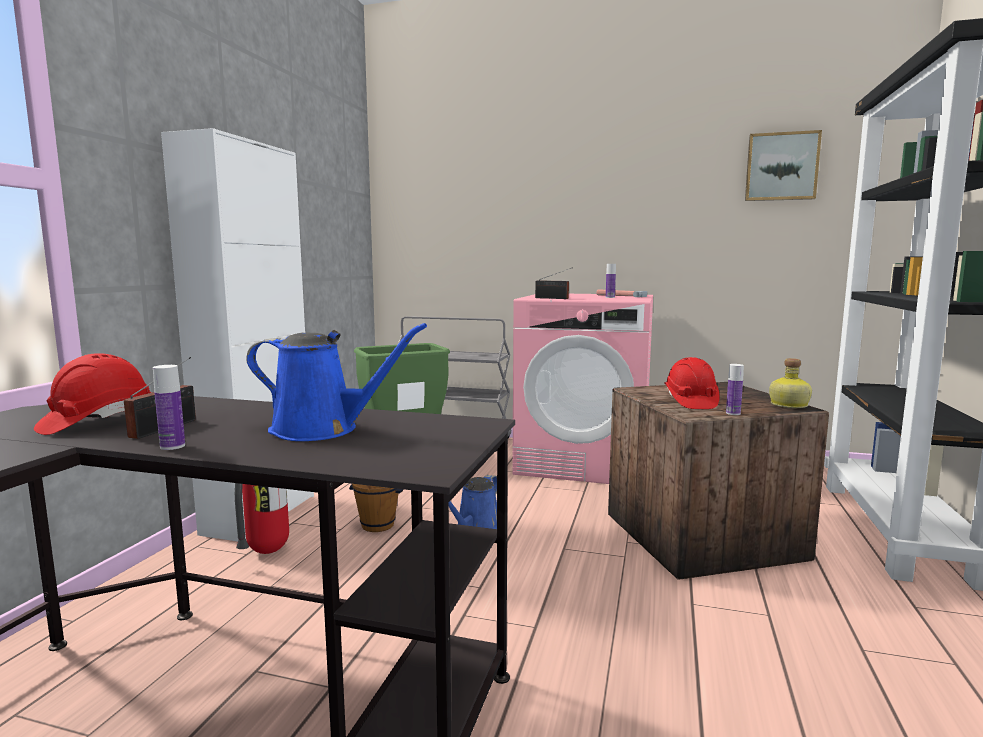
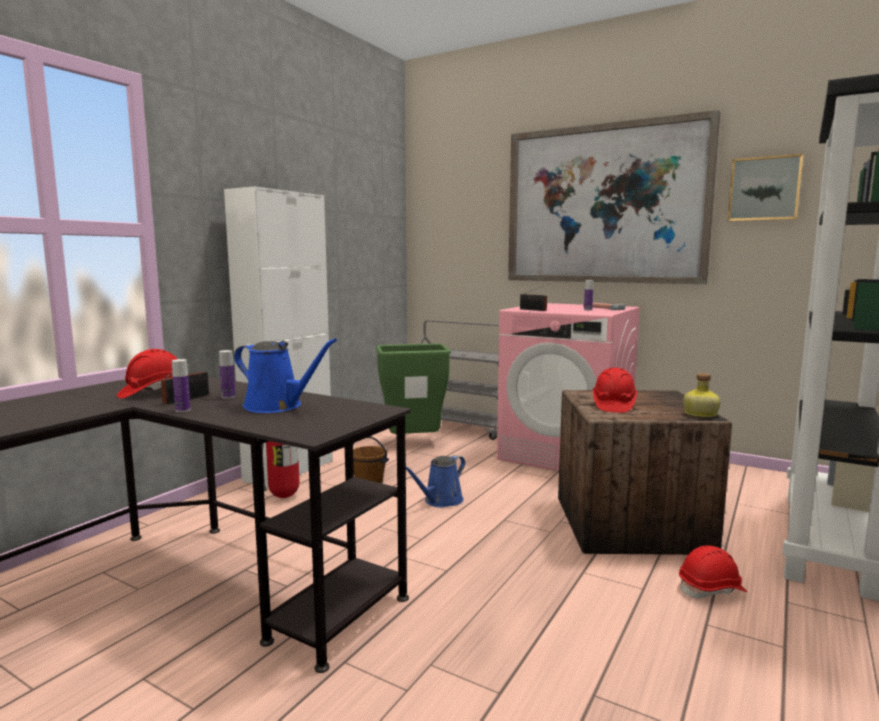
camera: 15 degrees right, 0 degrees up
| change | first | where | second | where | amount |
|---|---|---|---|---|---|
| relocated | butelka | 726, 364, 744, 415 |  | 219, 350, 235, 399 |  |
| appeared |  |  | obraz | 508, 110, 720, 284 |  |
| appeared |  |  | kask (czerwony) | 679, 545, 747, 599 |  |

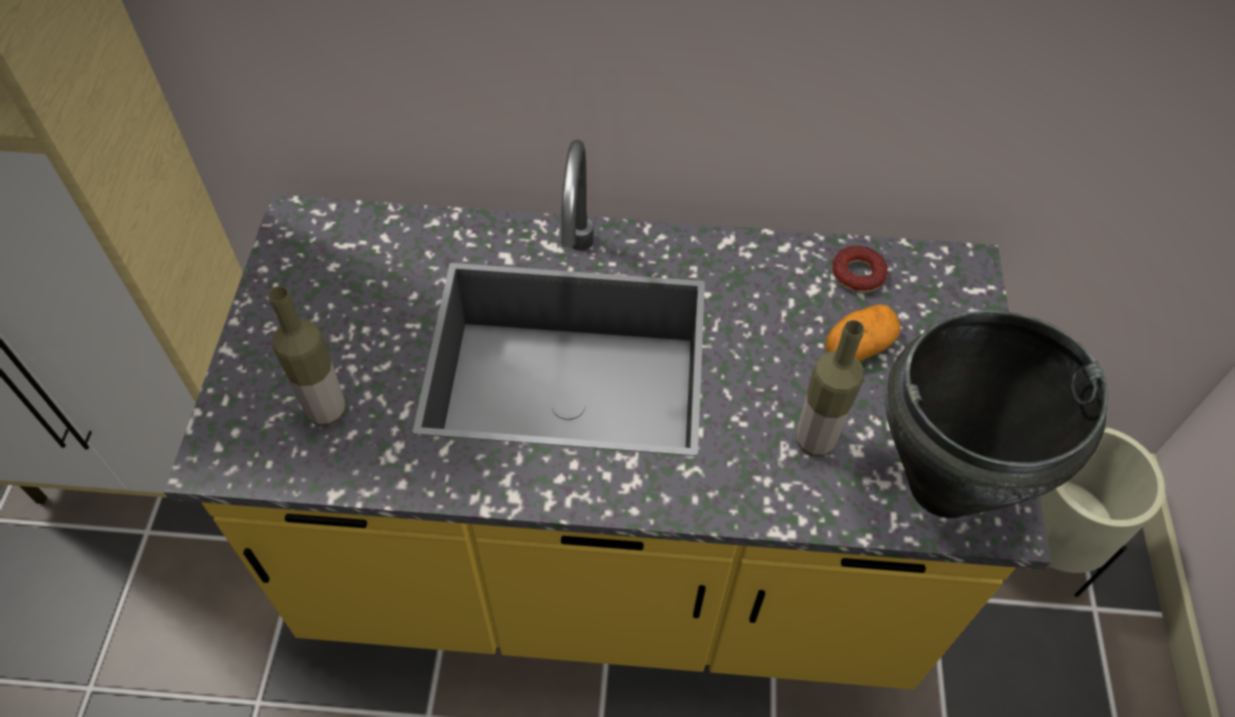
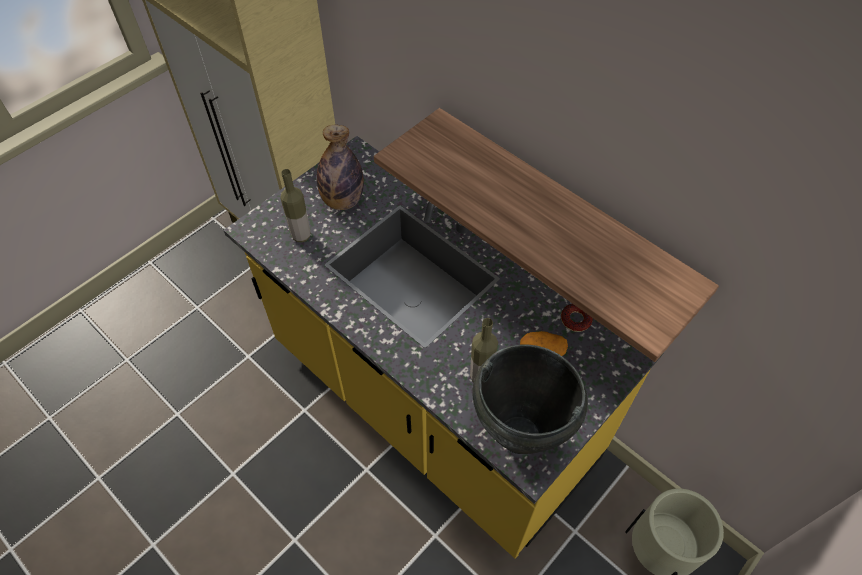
camera: 40 degrees right, 0 degrees up
| change | first | where | second | where | amount |
|---|---|---|---|---|---|
| appeared |  |  | półka | 374, 108, 719, 362 |  |
| appeared |  |  | butelka | 317, 125, 364, 210 |  |

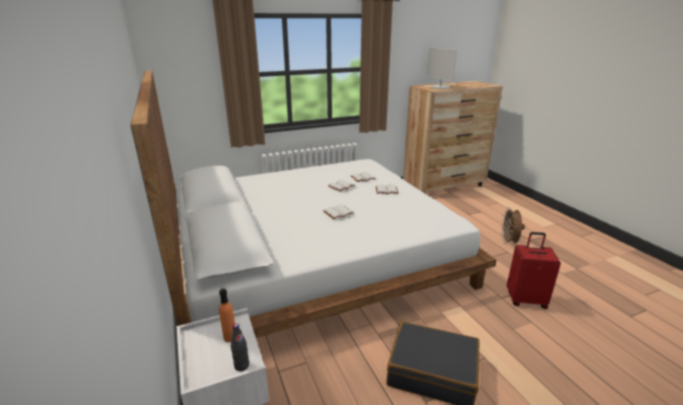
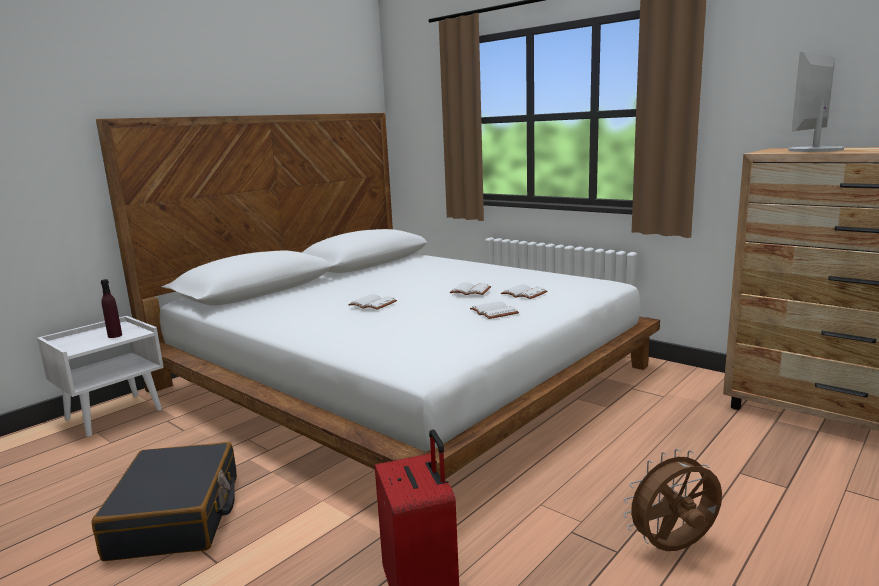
camera: 65 degrees right, 10 degrees down
| change | first | where | second | where | amount |
|---|---|---|---|---|---|
| colour | butelka (pomarańczowy) | 219, 289, 235, 342 | butelka (fioletowy) | 101, 279, 122, 338 |  |
| missing | butelka (czarny) | 231, 323, 249, 371 |  |  |  |

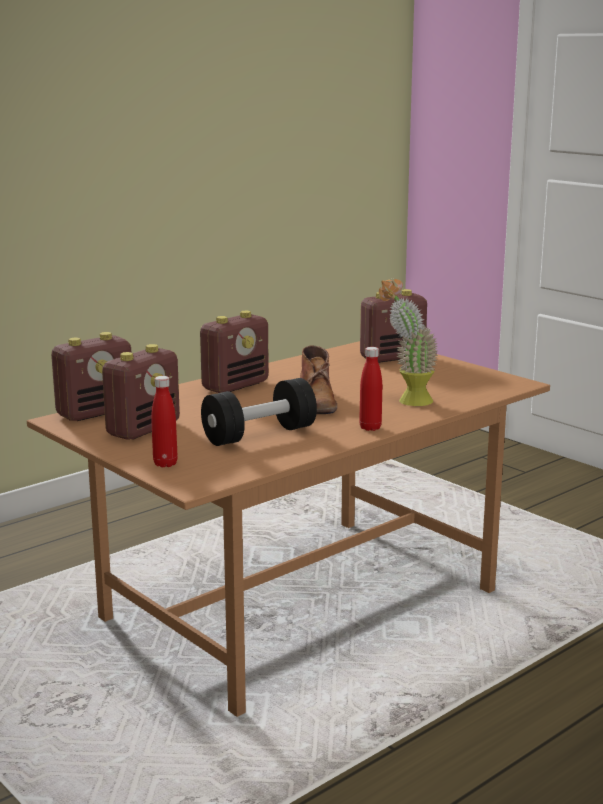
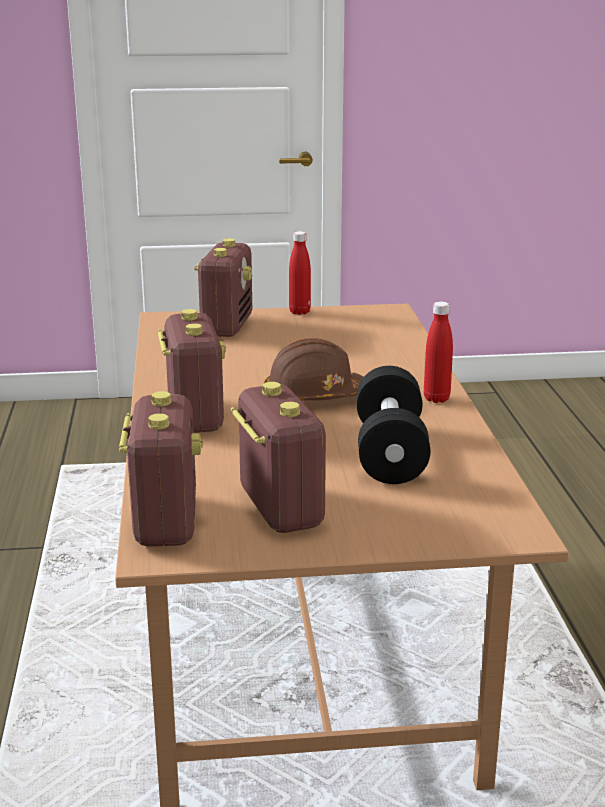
camera: 55 degrees left, 5 degrees up
| change | first | where | second | where | amount |
|---|---|---|---|---|---|
| missing | roślina doniczkowa | 379, 278, 438, 406 |  |  |  |
| exchanged | but z cholewką (brązowy) | 300, 345, 337, 414 | kask (brązowy) | 264, 338, 363, 401 |  |
| relocated | butelka (czerwony) | 151, 376, 178, 467 |  | 289, 231, 311, 315 |  |

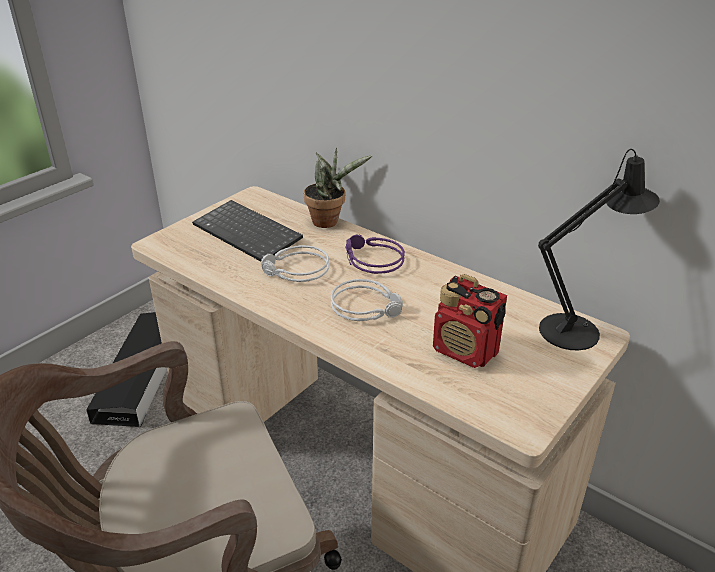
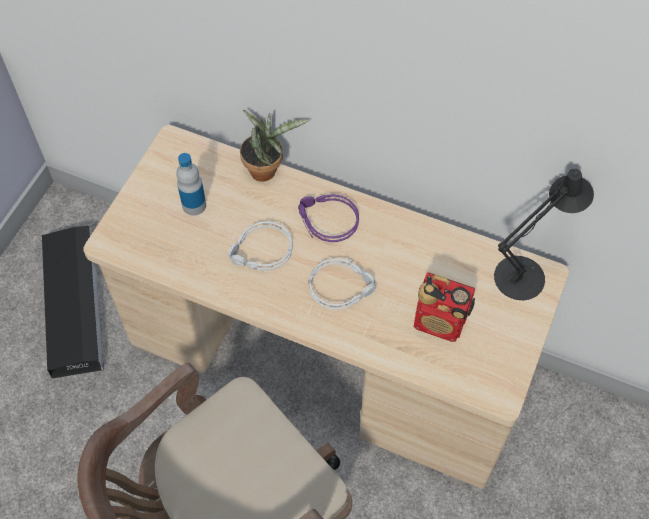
camera: 15 degrees left, 25 degrees up
| change | first | where | second | where | amount |
|---|---|---|---|---|---|
| exchanged | klawiatura | 192, 200, 303, 261 | butelka | 176, 153, 206, 216 |  |

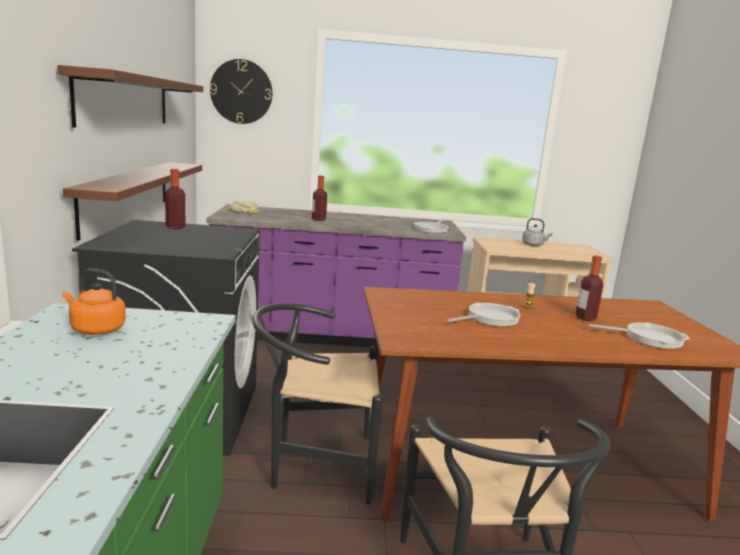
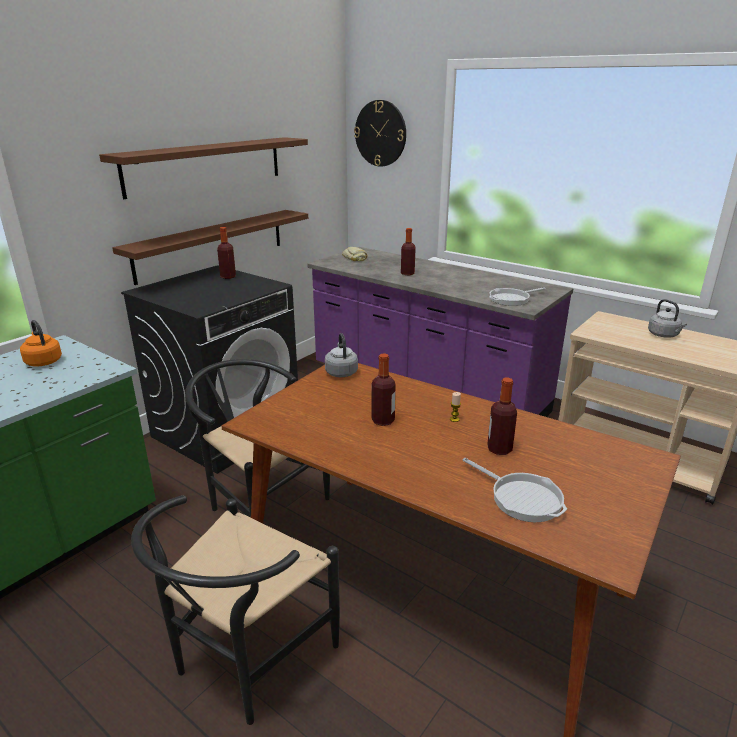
camera: 40 degrees right, 10 degrees up
| change | first | where | second | where | amount |
|---|---|---|---|---|---|
| exchanged | patelnia | 446, 303, 520, 327 | butelka | 372, 353, 396, 426 |  |
| appeared |  |  | czajnik (szary) | 325, 333, 358, 377 |  |

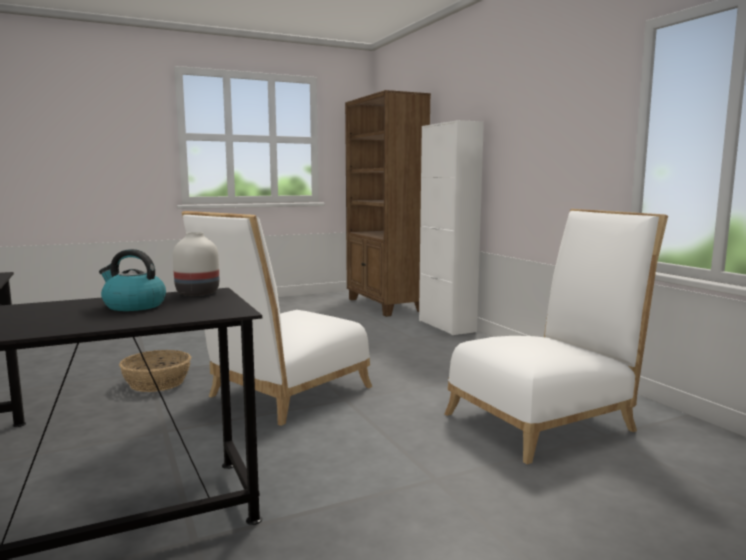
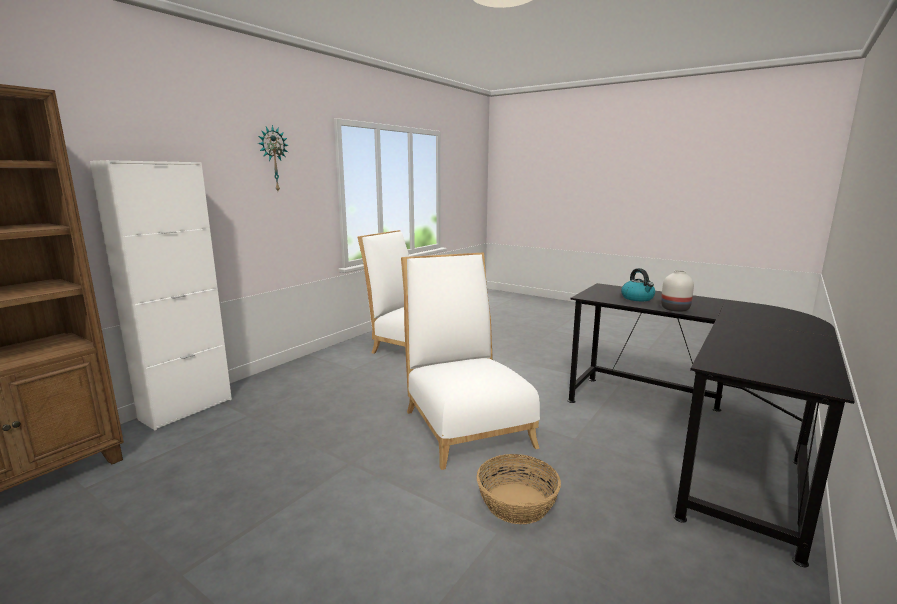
camera: 120 degrees left, 5 degrees up
| change | first | where | second | where | amount |
|---|---|---|---|---|---|
| spun | krzesło (biały) | 182, 211, 372, 426 |  | 401, 252, 540, 470 | 120 degrees counterclockwise |
| relocated | wazon (biały) | 173, 232, 219, 296 |  | 661, 270, 694, 312 |  |
| appeared |  |  | zegar ścienny | 258, 125, 288, 191 |  |

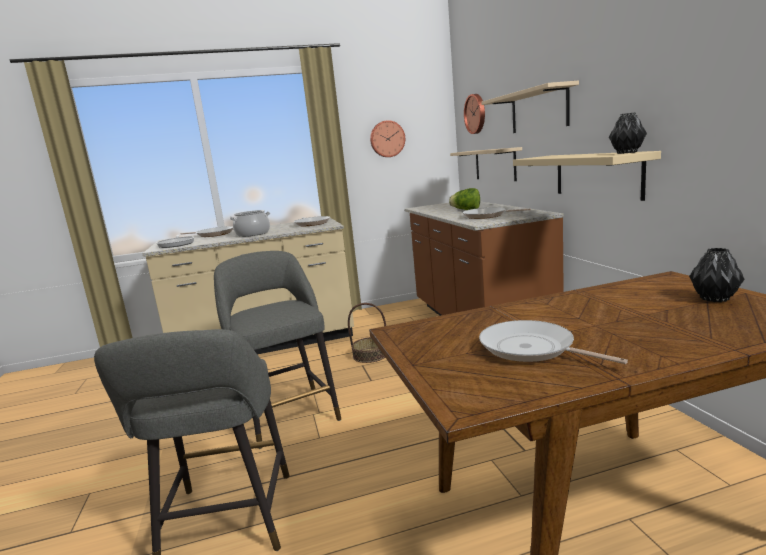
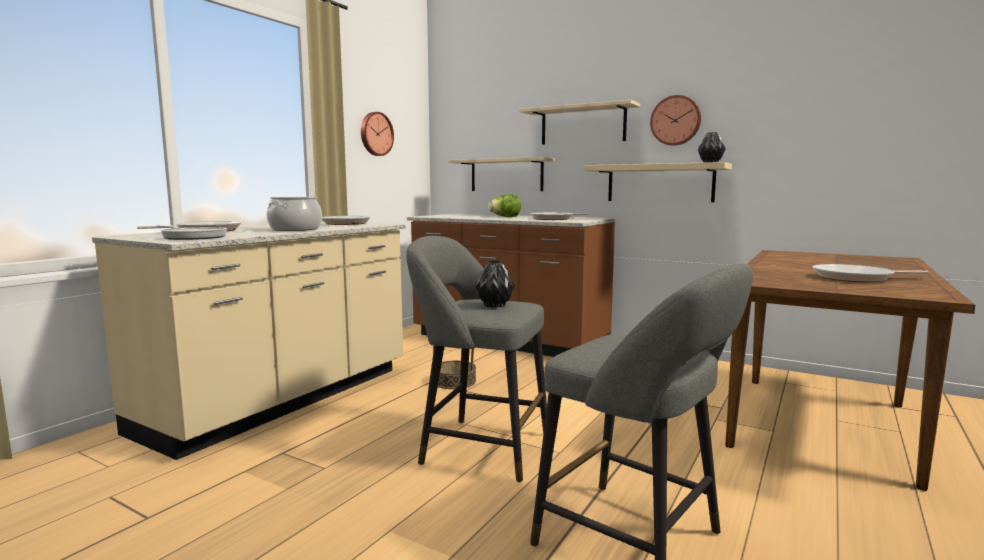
camera: 45 degrees left, 5 degrees down
| change | first | where | second | where | amount |
|---|---|---|---|---|---|
| relocated | zegar ścienny | 464, 94, 485, 134 |  | 650, 95, 701, 146 |  |
| relocated | wazon (czarny) | 689, 248, 745, 302 |  | 476, 261, 515, 308 |  |

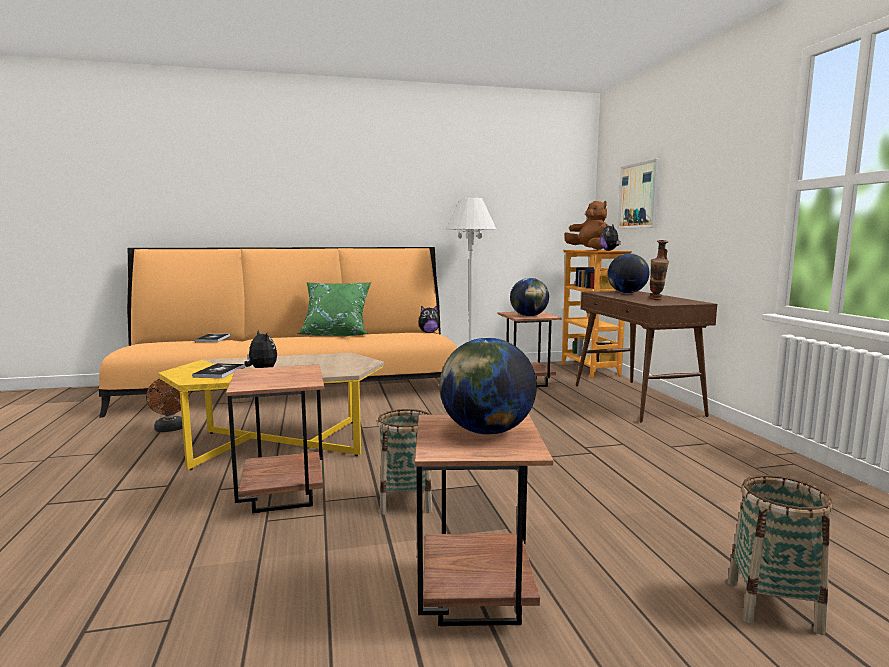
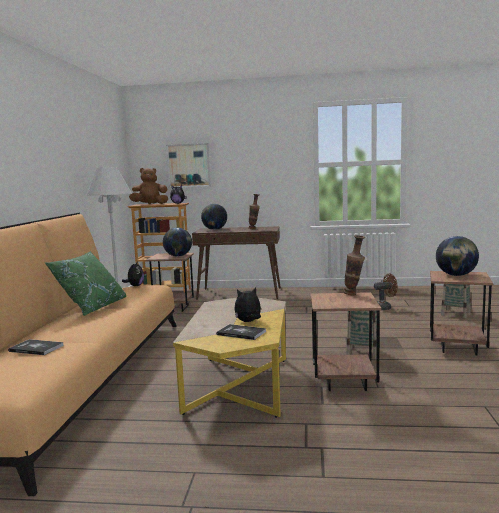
camera: 70 degrees left, 0 degrees up
| change | first | where | second | where | amount |
|---|---|---|---|---|---|
| relocated | wentylator (brązowy) | 146, 379, 190, 432 |  | 374, 274, 398, 310 |  |
| appeared |  |  | wazon | 343, 235, 365, 296 |  |

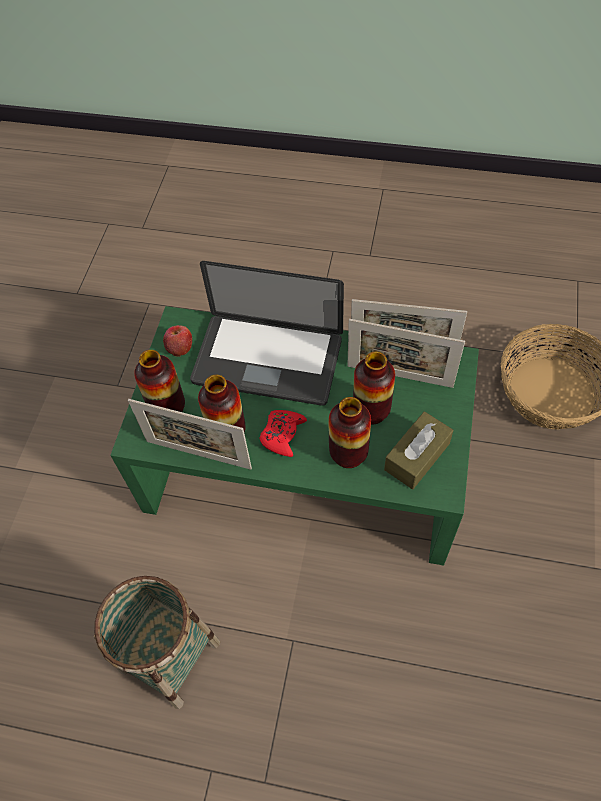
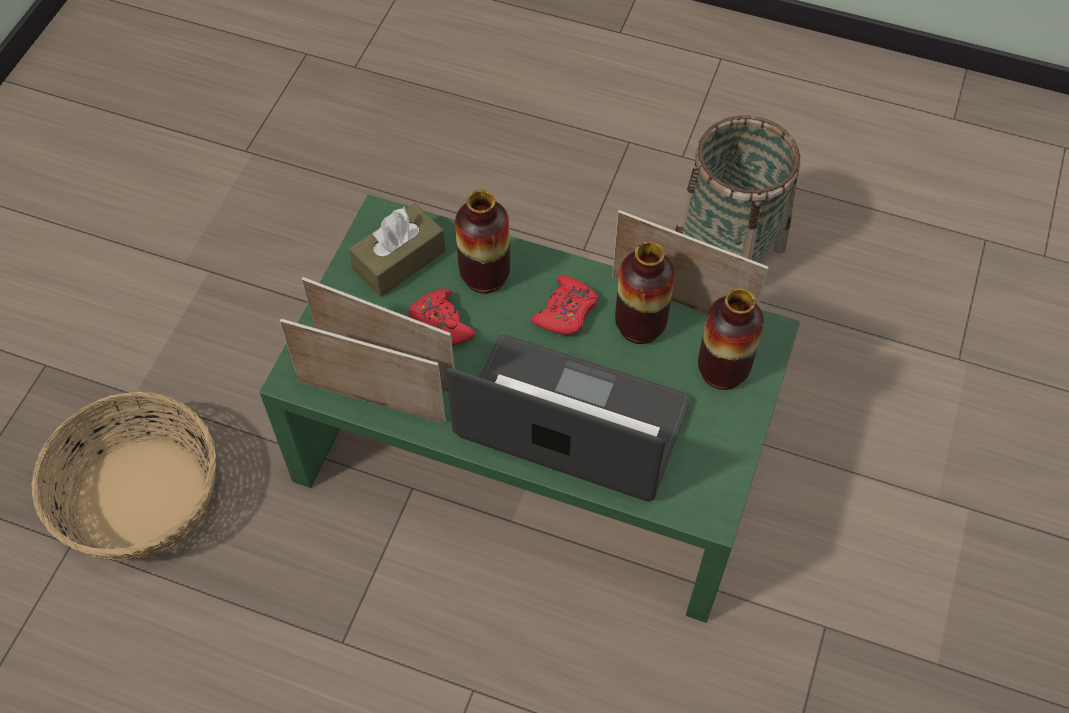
camera: 175 degrees left, 0 degrees up
| change | first | where | second | where | amount |
|---|---|---|---|---|---|
| missing | jabłko | 163, 325, 192, 357 |  |  |  |
| exchanged | wazon | 353, 352, 395, 425 | pad do gier (czerwony) | 408, 289, 475, 346 |  |

